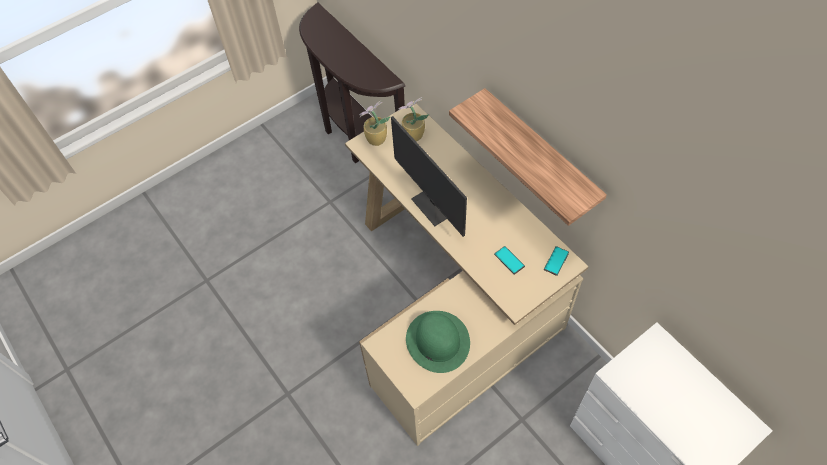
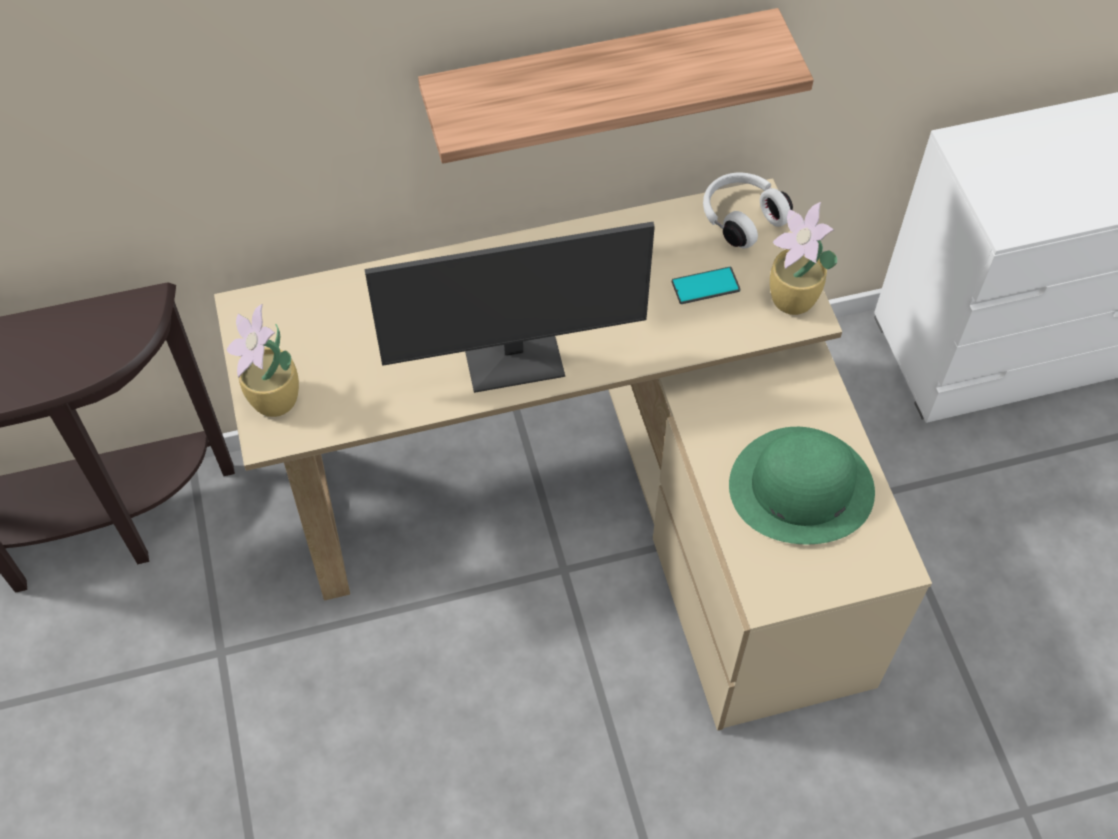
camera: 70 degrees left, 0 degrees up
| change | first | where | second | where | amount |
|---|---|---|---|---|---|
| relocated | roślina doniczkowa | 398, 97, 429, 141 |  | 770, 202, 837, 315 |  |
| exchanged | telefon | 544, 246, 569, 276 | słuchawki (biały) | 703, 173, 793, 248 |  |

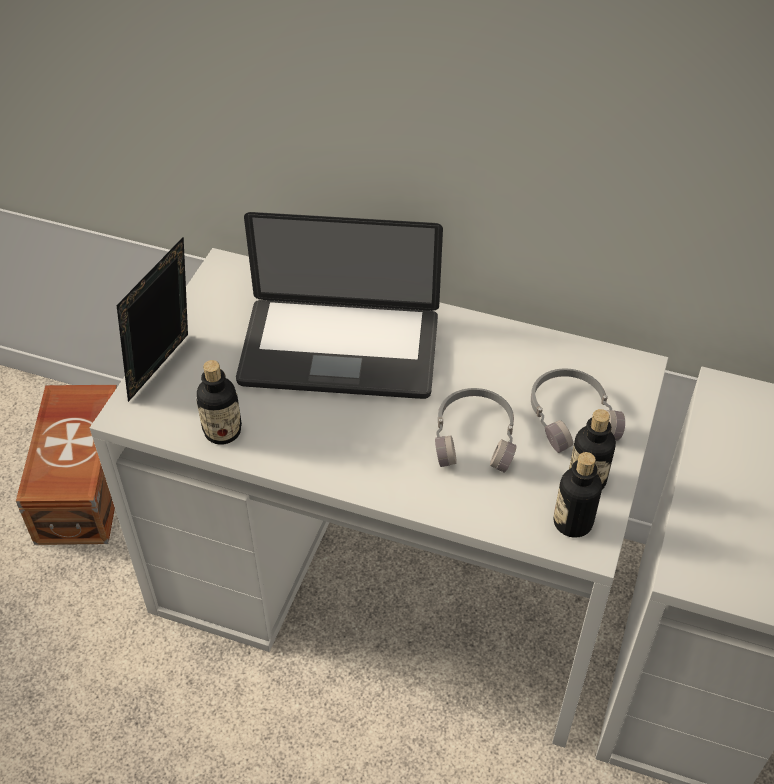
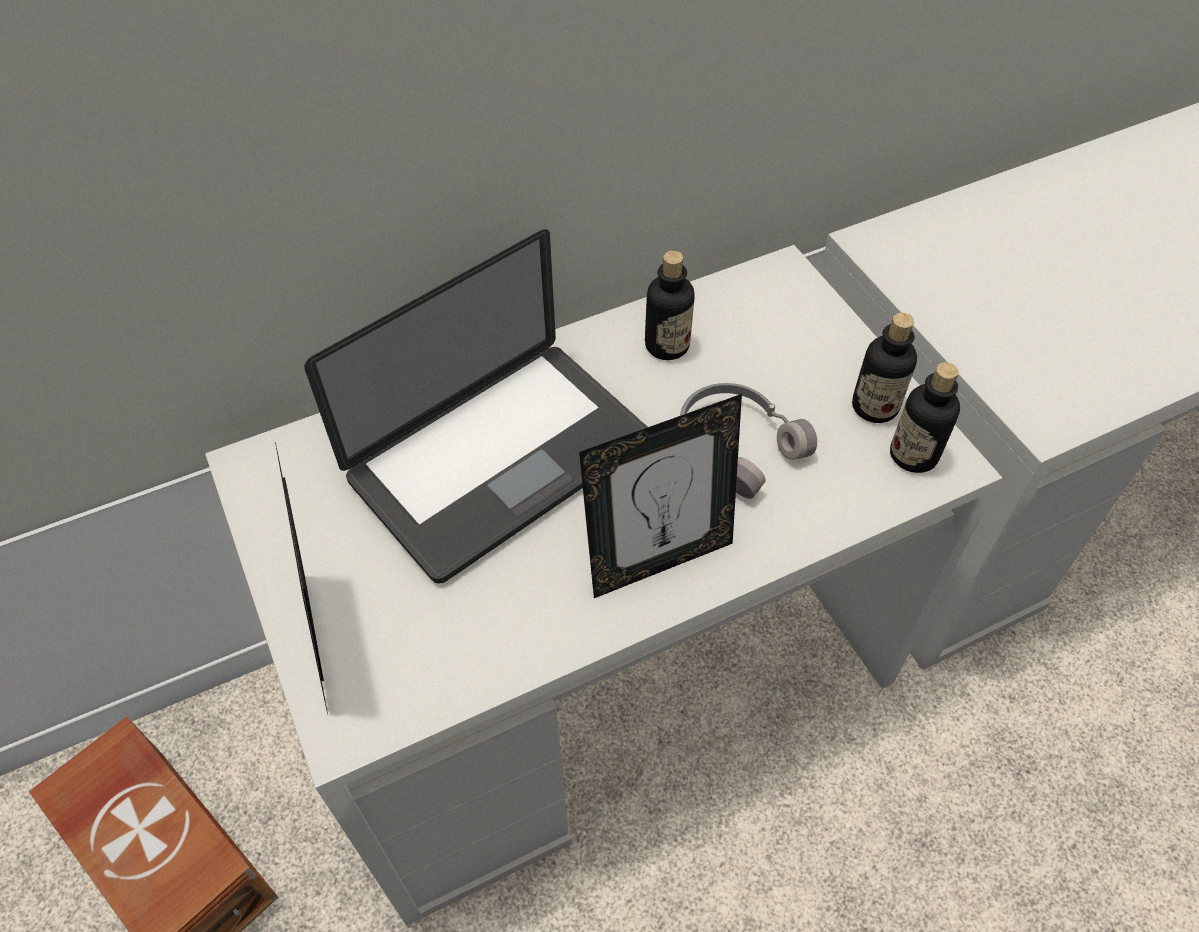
camera: 45 degrees left, 5 degrees up
| change | first | where | second | where | amount |
|---|---|---|---|---|---|
| relocated | butelka | 196, 360, 242, 445 |  | 645, 250, 695, 360 |  |
| missing | słuchawki (szary) | 531, 369, 625, 453 |  |  |  |
| appeared |  |  | ramka na zdjęcie | 579, 394, 742, 598 |  |

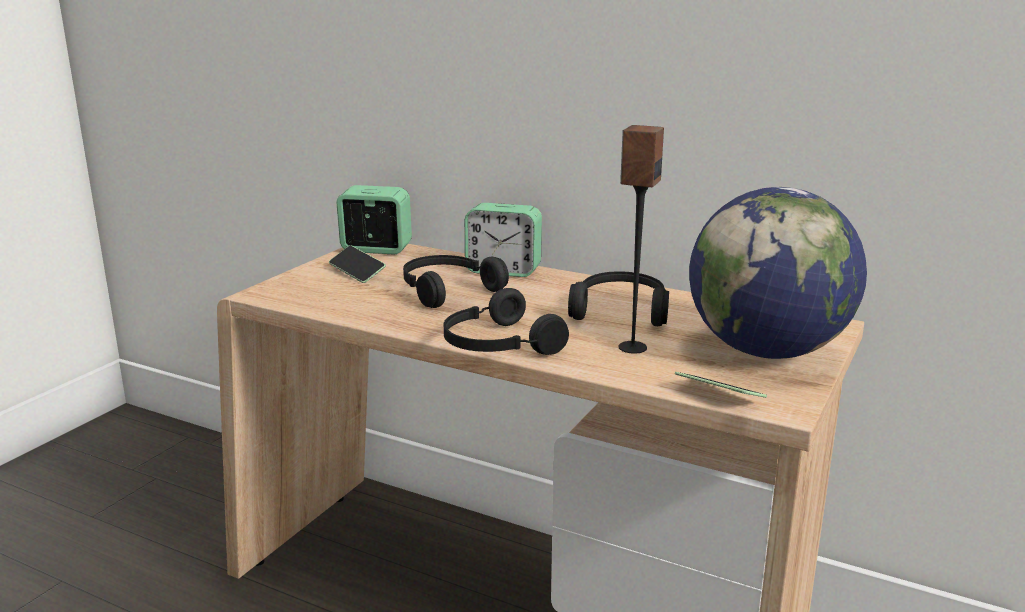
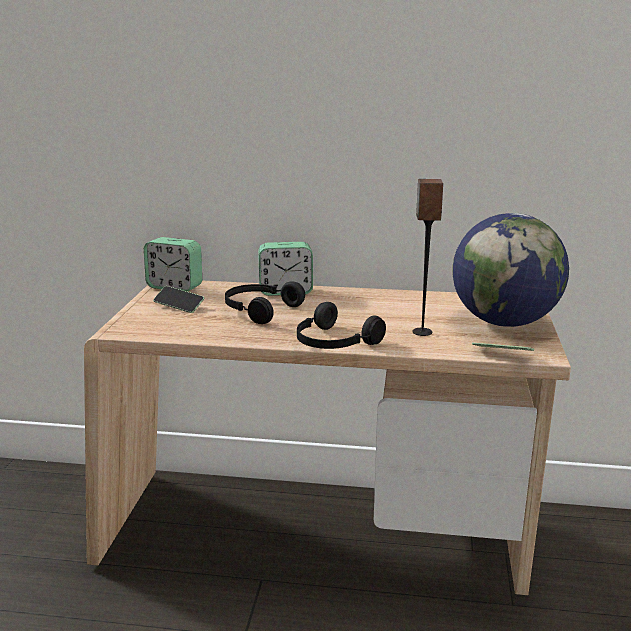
camera: 20 degrees left, 0 degrees up
| change | first | where | second | where | amount |
|---|---|---|---|---|---|
| spun | budzik | 336, 185, 412, 255 |  | 144, 237, 202, 292 | 150 degrees counterclockwise |
| missing | słuchawki (czarny) | 568, 271, 669, 326 |  |  |  |

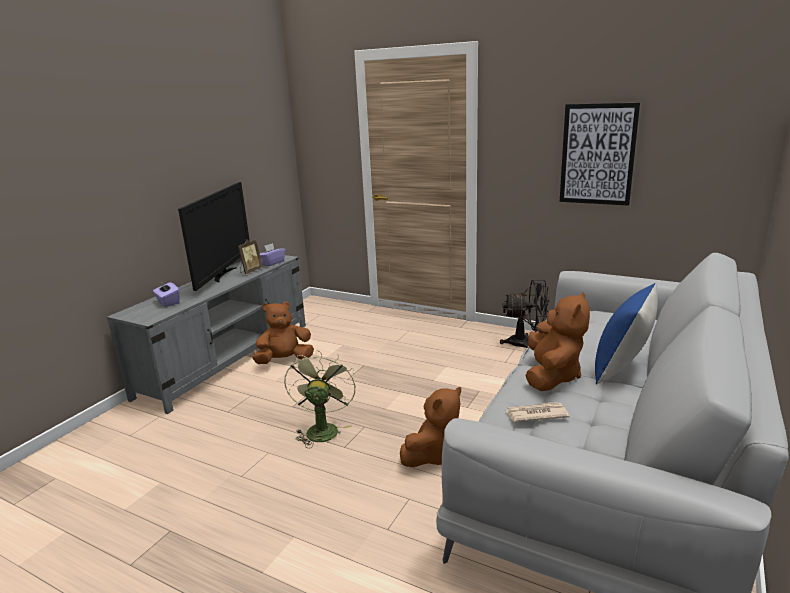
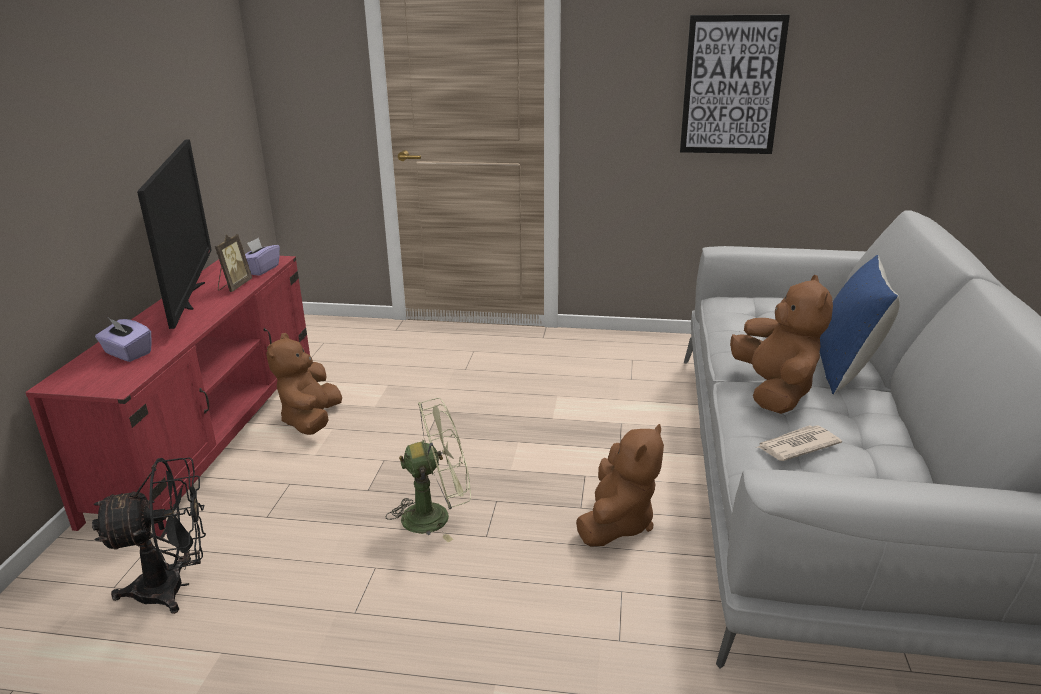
camera: 20 degrees left, 5 degrees up
| change | first | where | second | where | amount |
|---|---|---|---|---|---|
| colour | szafka pod telewizor (szary) | 107, 252, 306, 414 | szafka pod telewizor (czerwony) | 25, 256, 310, 537 |  |
| relocated | wentylator (czarny) | 500, 280, 549, 348 |  | 92, 457, 206, 614 |  |
| spun | pluszak (brązowy) | 252, 301, 314, 364 |  | 266, 333, 342, 435 | 45 degrees counterclockwise |
| spun | wentylator (zielony) | 284, 350, 356, 448 |  | 386, 398, 471, 542 | 90 degrees clockwise |

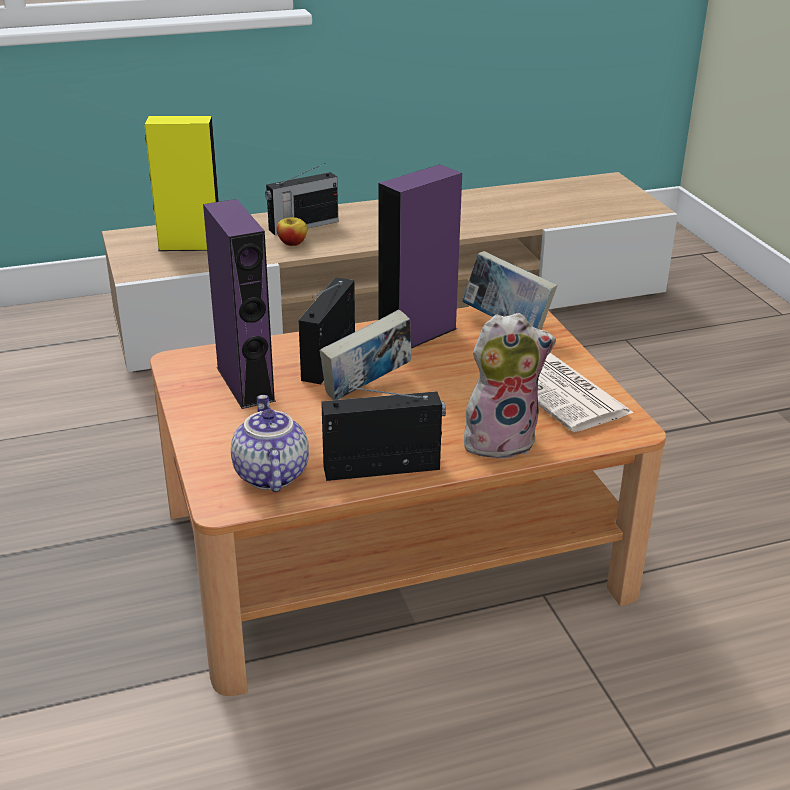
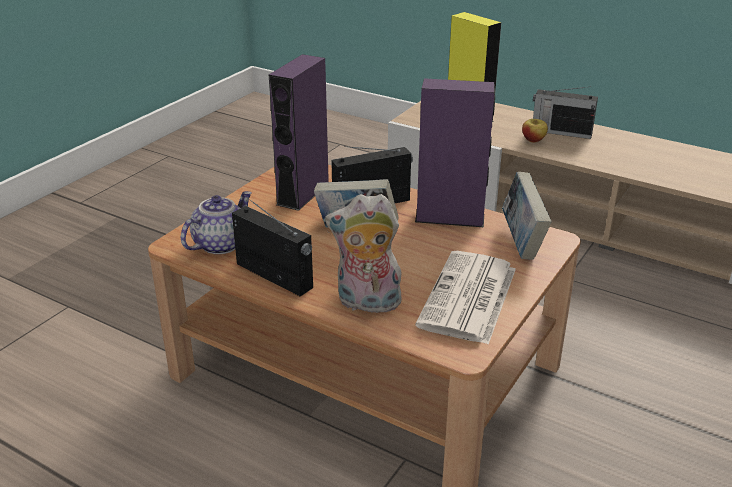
camera: 50 degrees right, 0 degrees up
| change | first | where | second | where | amount |
|---|---|---|---|---|---|
| spun | pluszak | 464, 313, 556, 461 |  | 325, 194, 402, 313 | 150 degrees clockwise |

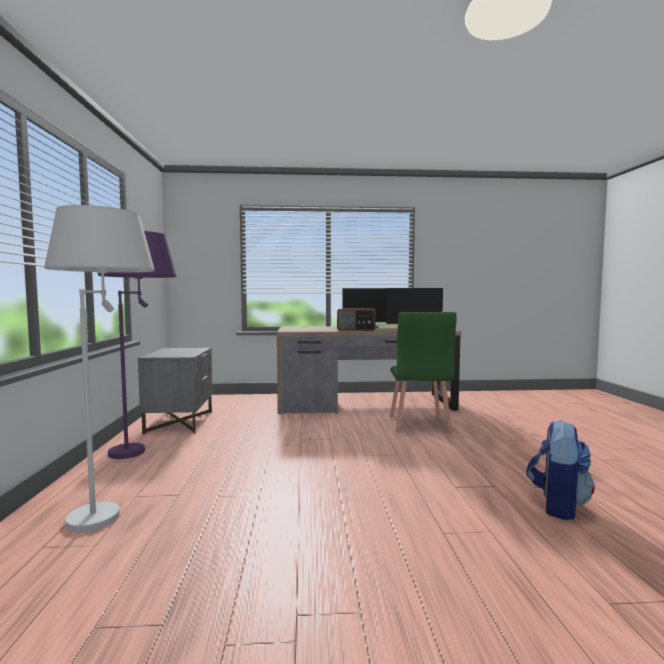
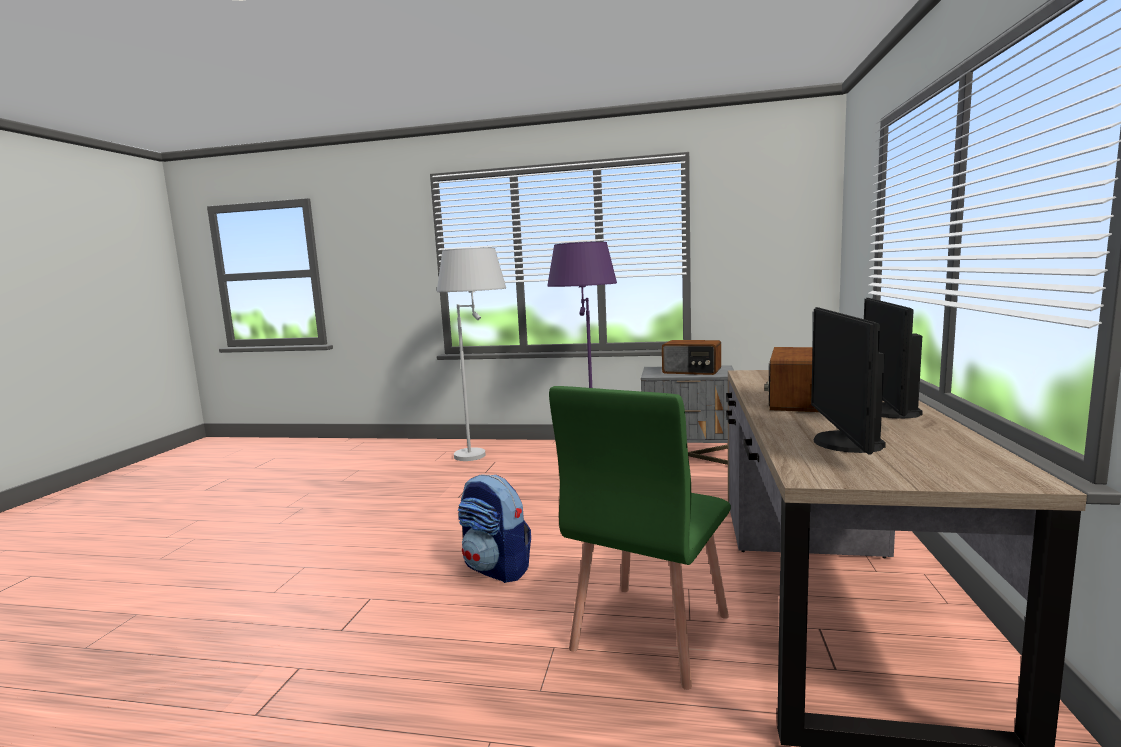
camera: 105 degrees right, 5 degrees up
| change | first | where | second | where | amount |
|---|---|---|---|---|---|
| spun | krzesło (zielony) | 390, 312, 457, 433 |  | 549, 386, 731, 690 | 75 degrees counterclockwise |
| relocated | plecak | 526, 420, 595, 520 |  | 458, 475, 531, 583 |  |
| appeared |  |  | radio | 662, 340, 721, 375 |  |

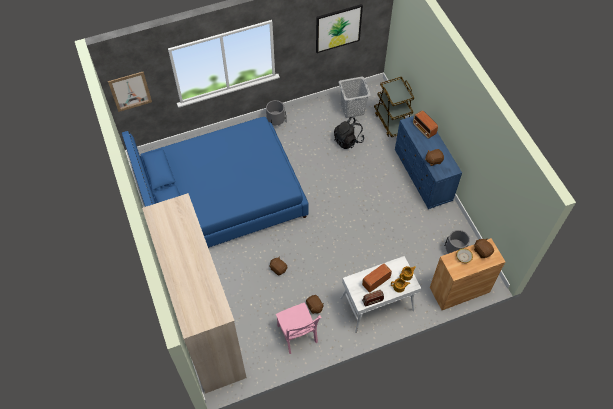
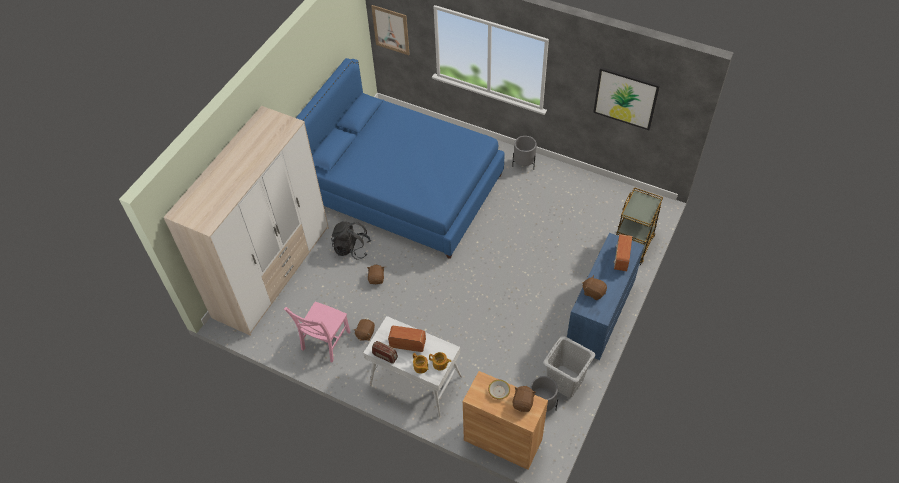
camera: 50 degrees right, 5 degrees down
| change | first | where | second | where | amount |
|---|---|---|---|---|---|
| relocated | kosz na pranie (szary) | 339, 77, 371, 118 |  | 543, 336, 595, 398 |  |
| relocated | plecak (czarny) | 334, 117, 364, 149 |  | 331, 221, 371, 260 |  |

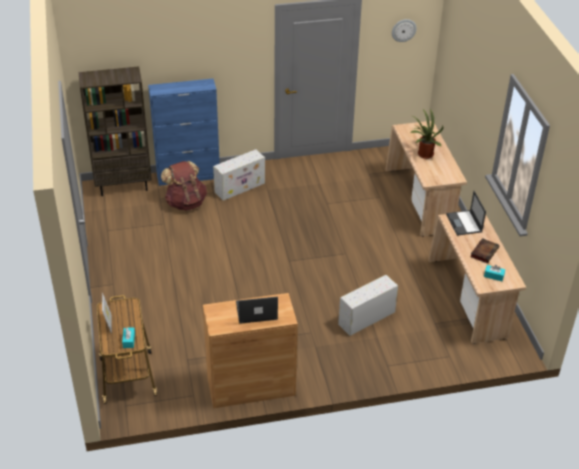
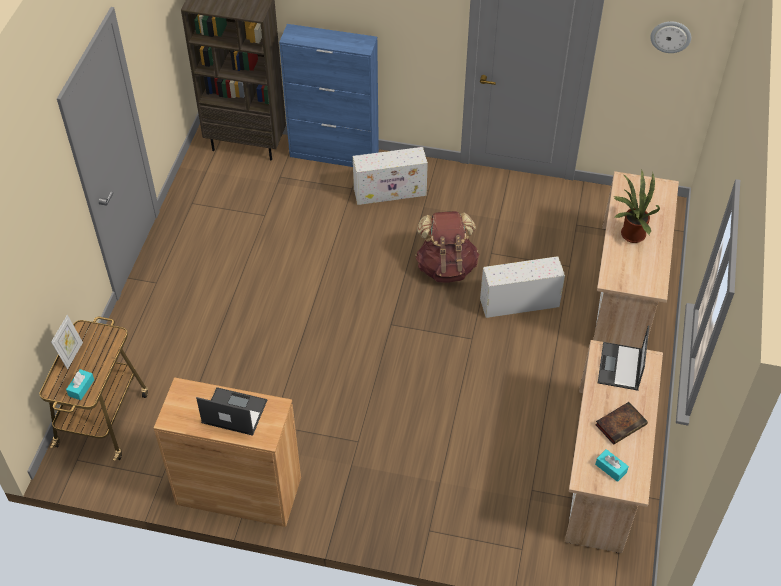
camera: 25 degrees right, 10 degrees up
| change | first | where | second | where | amount |
|---|---|---|---|---|---|
| relocated | plecak (brązowy) | 161, 161, 207, 211 |  | 415, 211, 479, 282 |  |
| relocated | pojemnik do przechowywania (biały) | 338, 275, 398, 336 |  | 480, 257, 565, 318 |  |

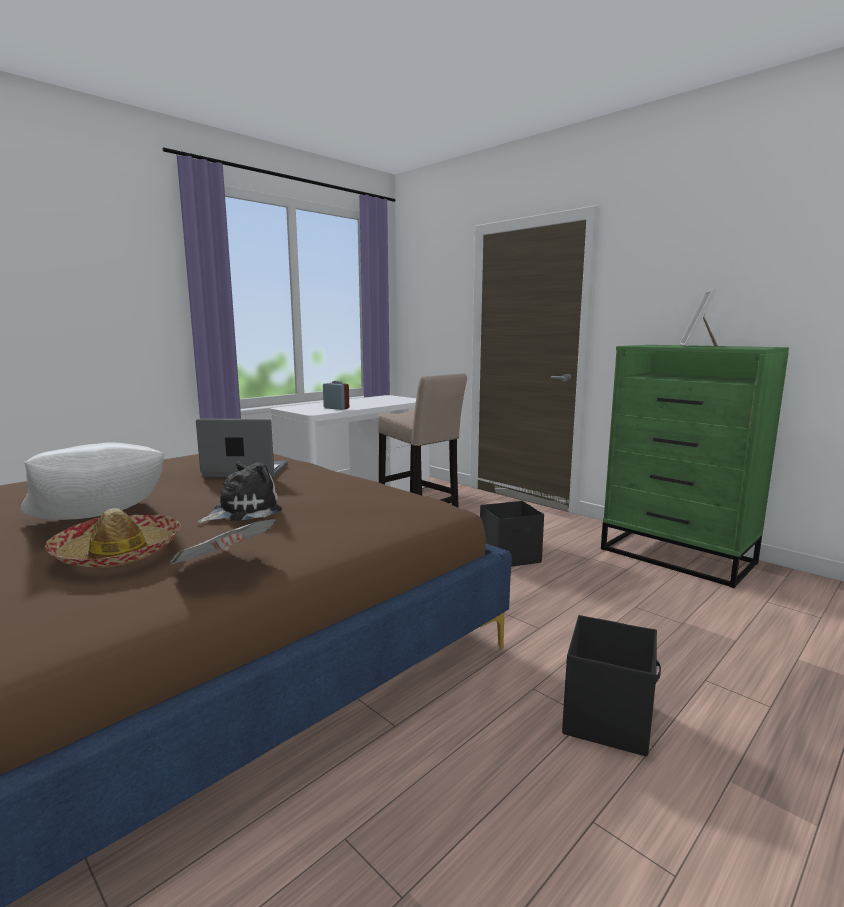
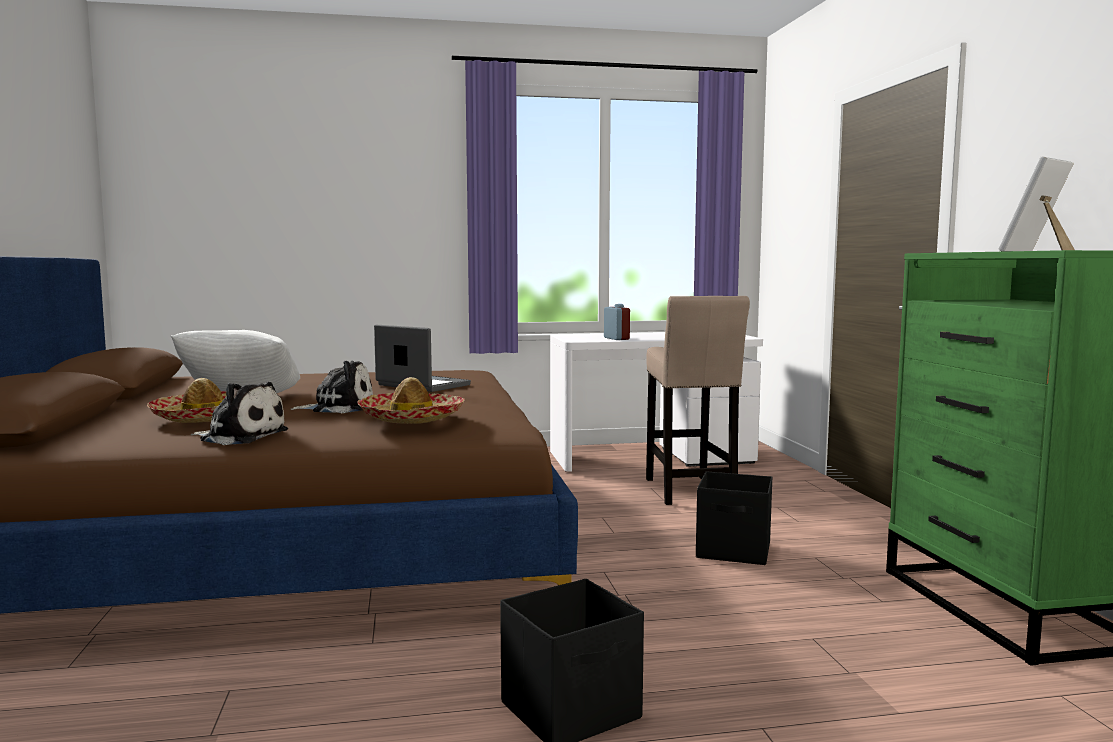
camera: 35 degrees right, 5 degrees down
| change | first | where | second | where | amount |
|---|---|---|---|---|---|
| exchanged | gazeta | 171, 519, 276, 564 | pluszak | 191, 382, 288, 445 |  |
| appeared |  |  | kapelusz | 357, 377, 465, 424 |  |

